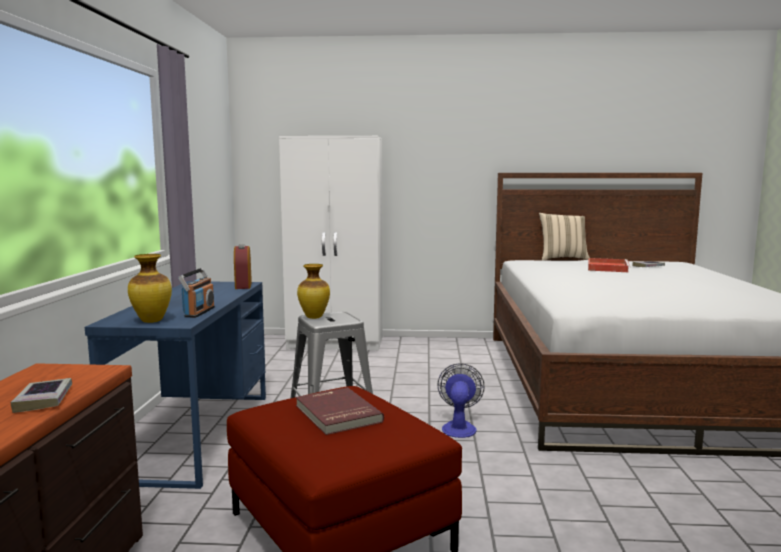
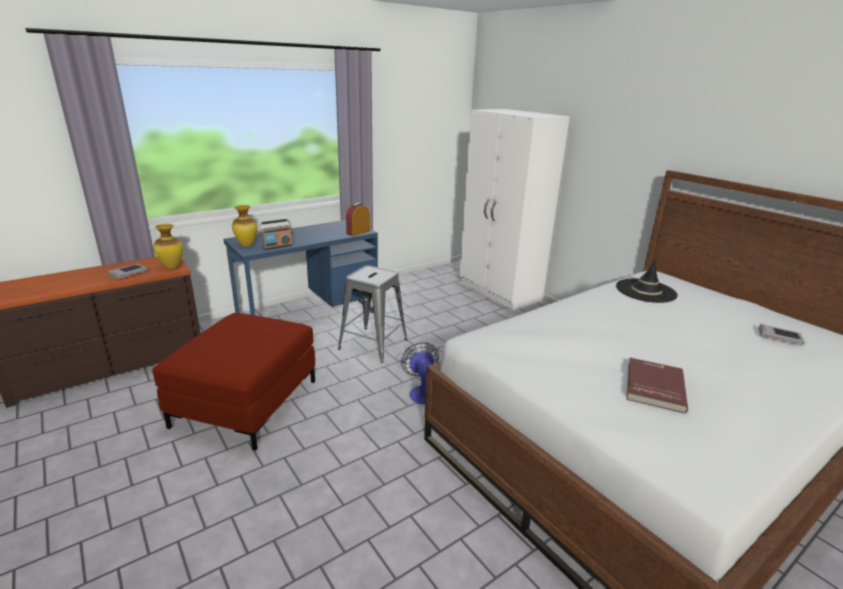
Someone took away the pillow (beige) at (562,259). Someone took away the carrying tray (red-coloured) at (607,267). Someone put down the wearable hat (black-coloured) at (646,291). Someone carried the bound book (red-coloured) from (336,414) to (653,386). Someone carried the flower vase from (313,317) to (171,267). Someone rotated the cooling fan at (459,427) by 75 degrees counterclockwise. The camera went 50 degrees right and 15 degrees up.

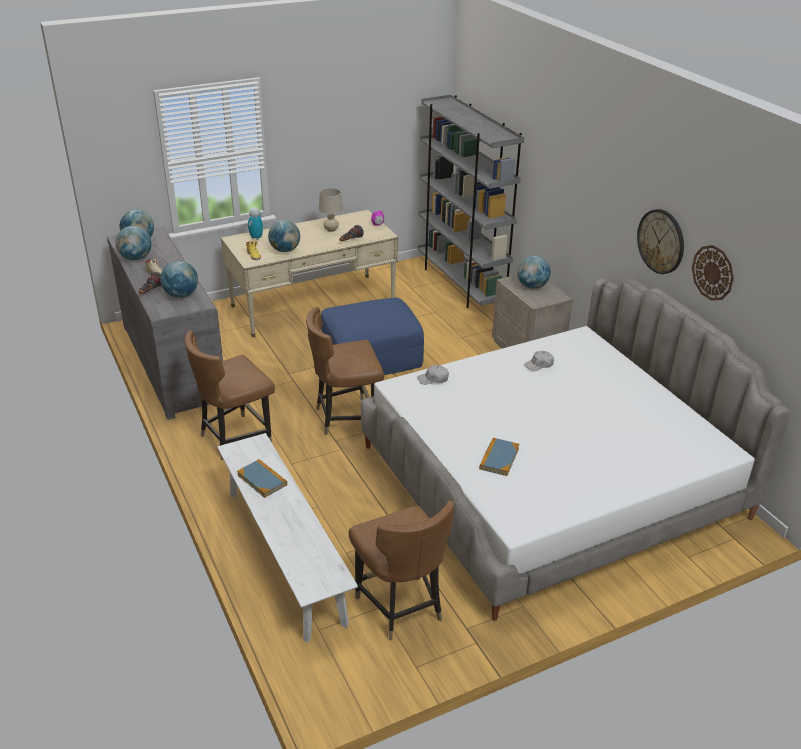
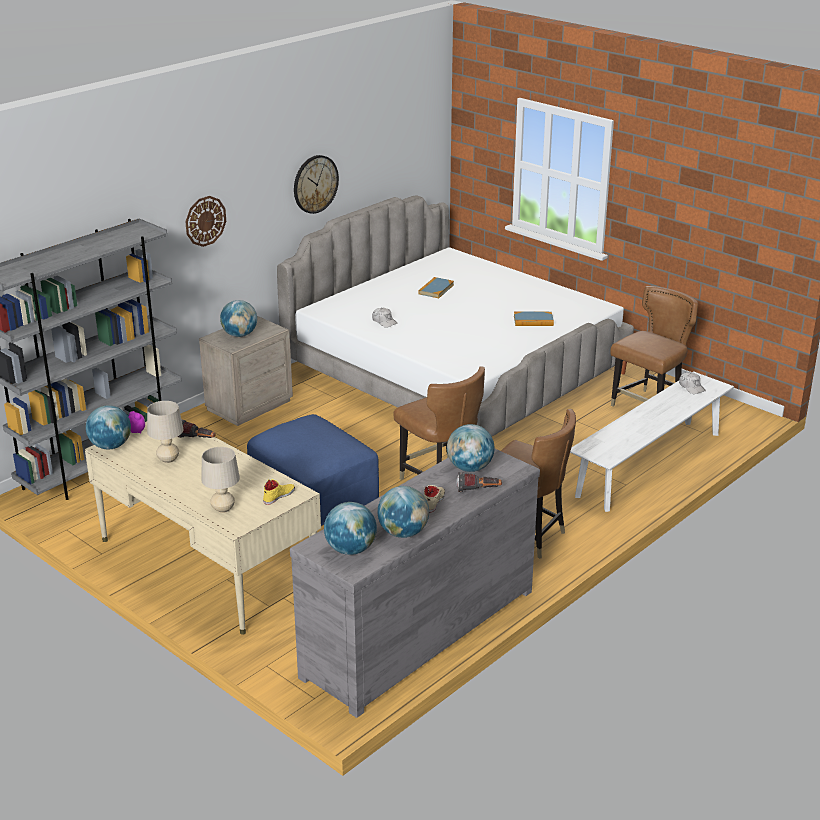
Someone carried the bound book from (262,480) to (436,289). Someone carried the globe from (285,250) to (111,446). Someone carried the baseball cap (white-coloured) from (433,379) to (691,387). Someone carried the hanging clock from (713,272) to (205,221). Someone swapped the model robot at (256,238) for the table lamp (beige) at (223,509). The camera went 110 degrees left and 5 degrees down.

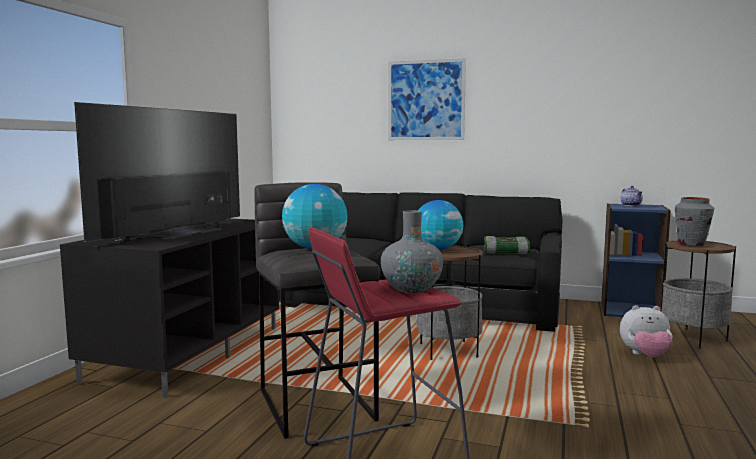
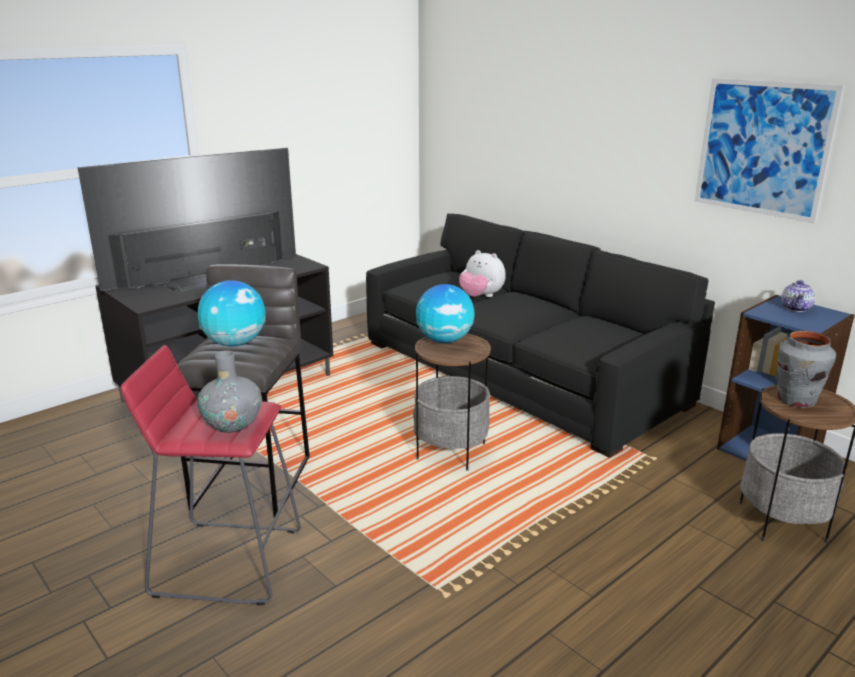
Someone took away the bound book at (505,252). Someone carried the wall art from (426,100) to (763,148). Someone carried the plush toy from (645,356) to (481,297). The camera went 30 degrees right and 15 degrees up.

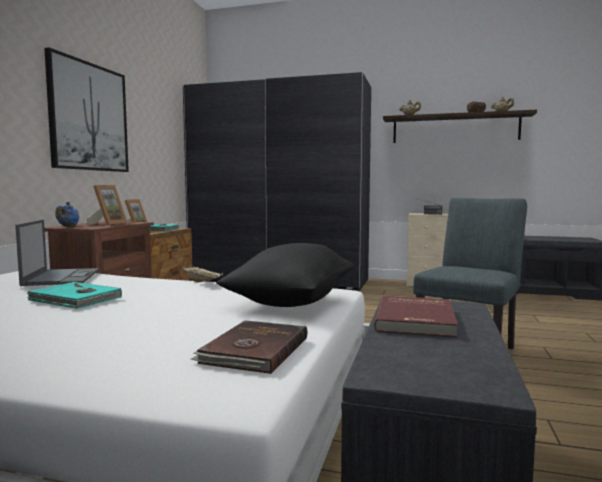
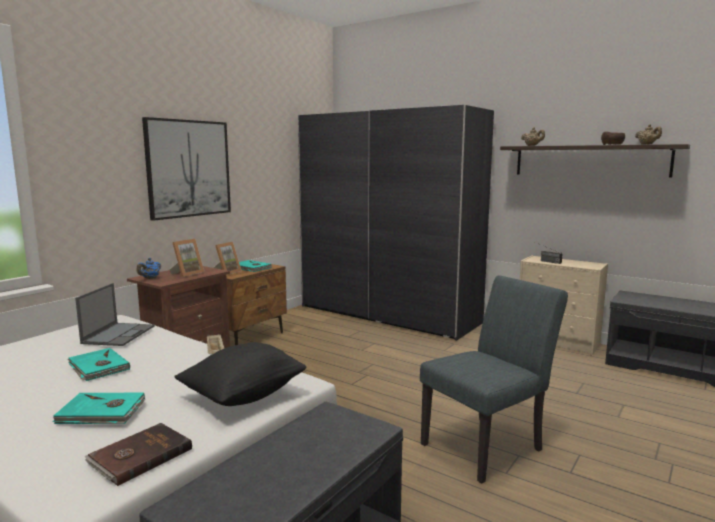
Someone took away the bound book (red-coloured) at (417,320). Someone put down the bound book (turquoise) at (101,412). The camera went 20 degrees right and 5 degrees up.

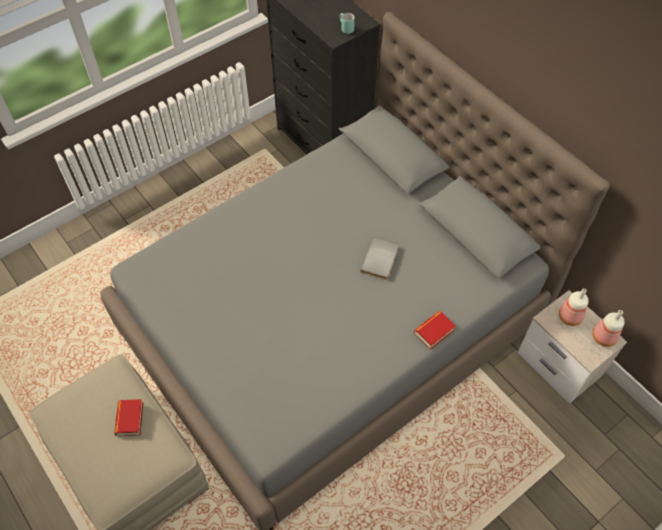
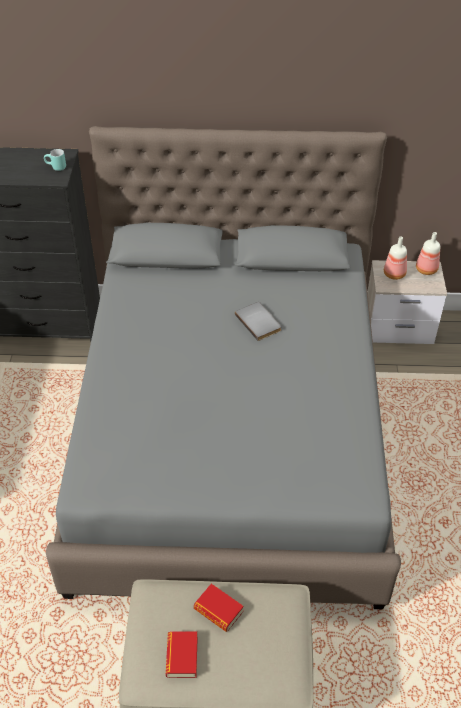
Someone carried the bound book from (434,331) to (182,656). The camera went 50 degrees left and 10 degrees down.

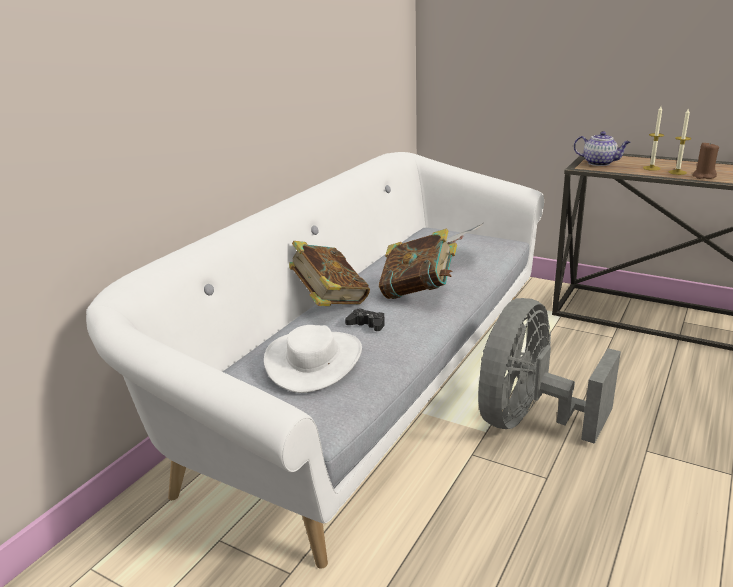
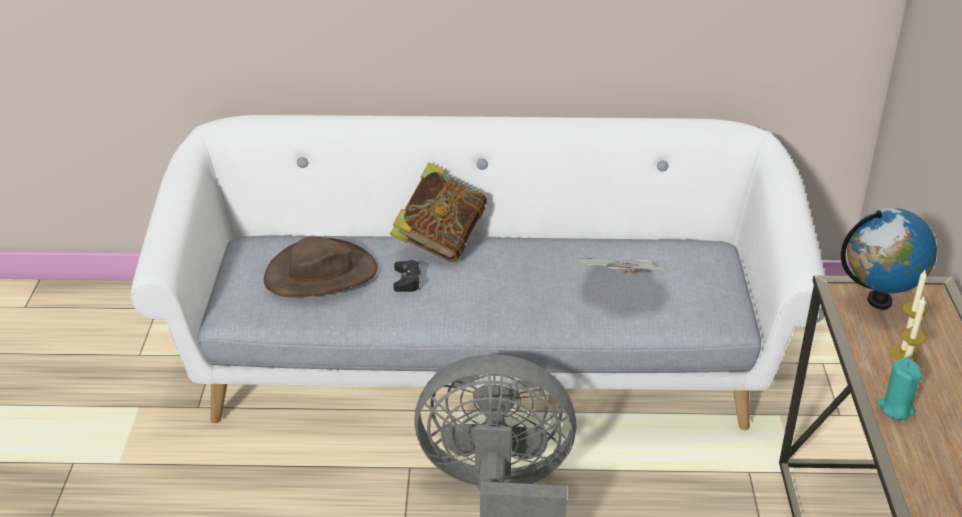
Someone took away the bound book at (418,293). Someone swapped the tea pot at (600,163) for the globe at (879,301). Someone repainted the wearable hat (white-coloured) at (314,361), which became the wearable hat (brown-coloured) at (321,274). Someone repainted the wax light (brown-coloured) at (703,176), which became the wax light (turquoise) at (895,408). The camera went 60 degrees right and 10 degrees up.

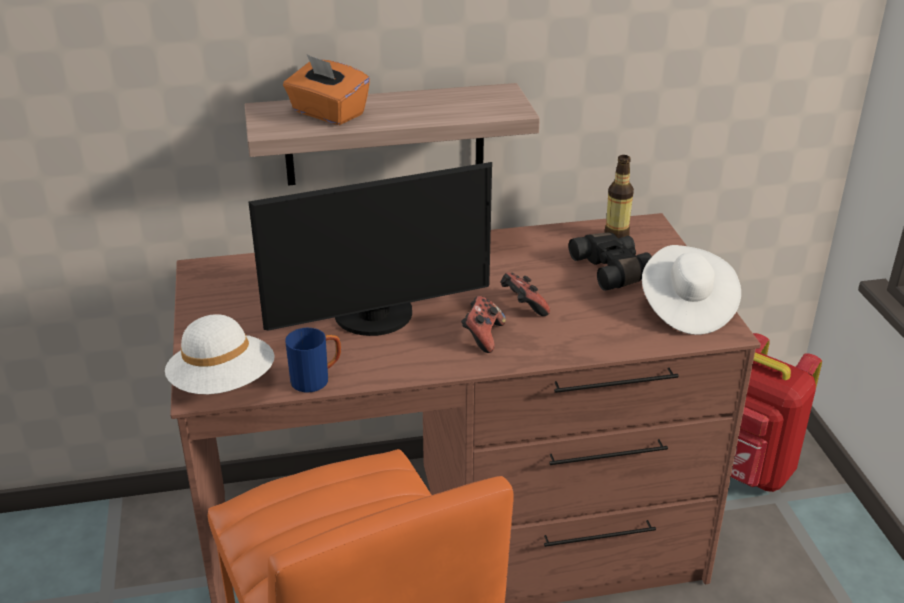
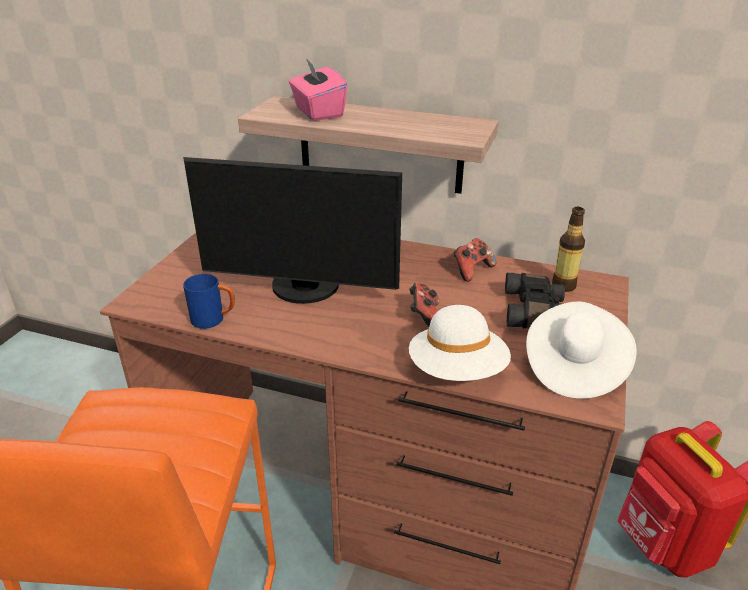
Someone carried the wearable hat (white-coloured) from (223,384) to (457,371). Someone carried the gamepad from (482,337) to (472,270). Someone repainted the tissue holder (orangey) at (327,113), which became the tissue holder (pink-coloured) at (318,112). The camera went 30 degrees right and 0 degrees up.

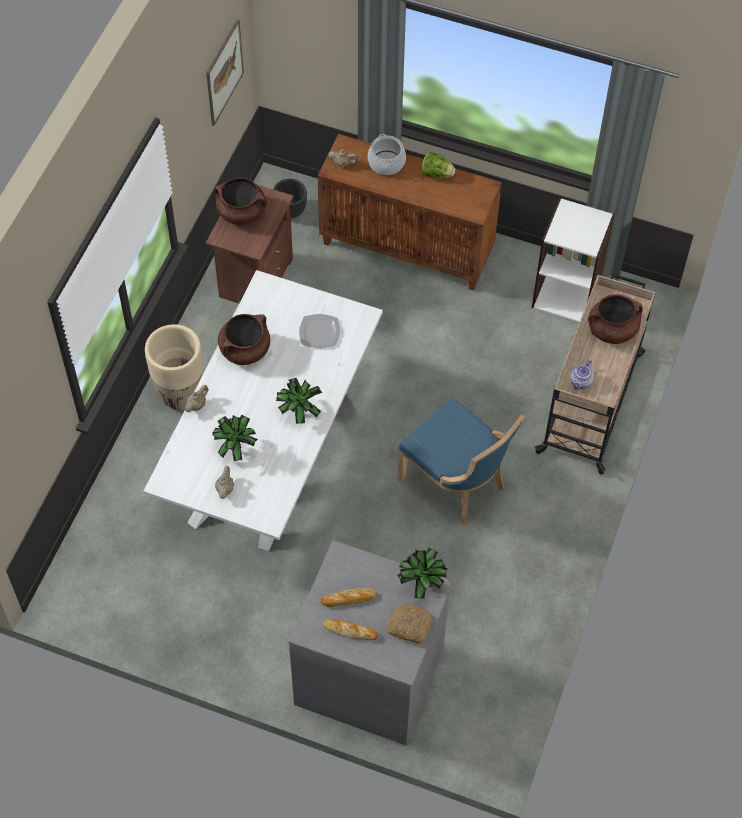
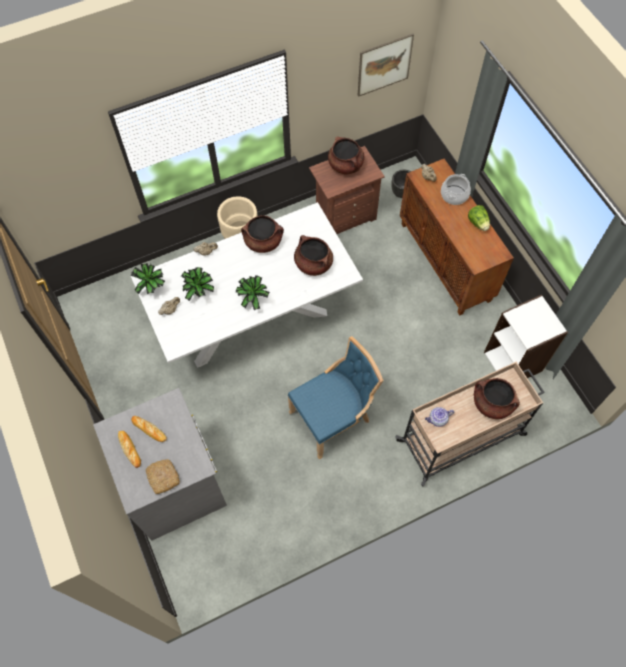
Someone carried the houseplant from (422,584) to (152,289). Someone swapped the dinner plate at (319,333) for the cooking pot (brown-coloured) at (313,264). Someone rotated the plain chair (blue) at (456,483) by 120 degrees counterclockwise. The camera went 45 degrees right and 5 degrees up.

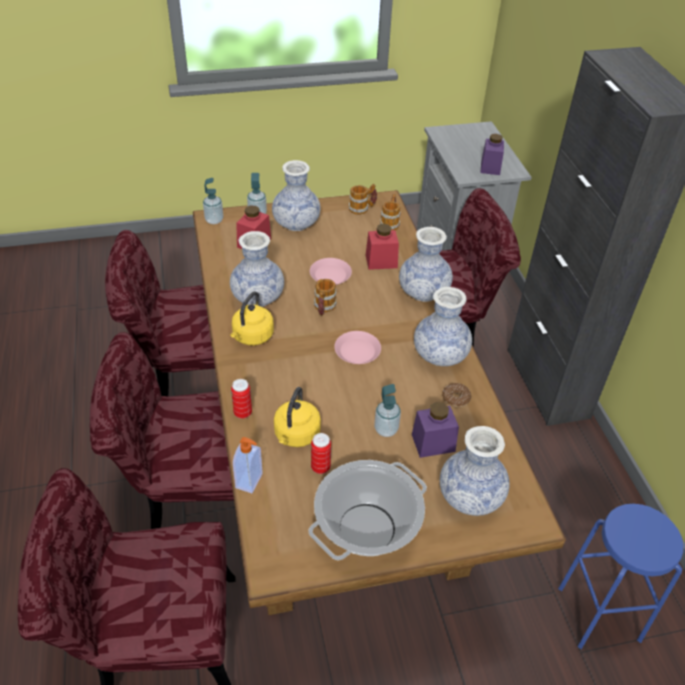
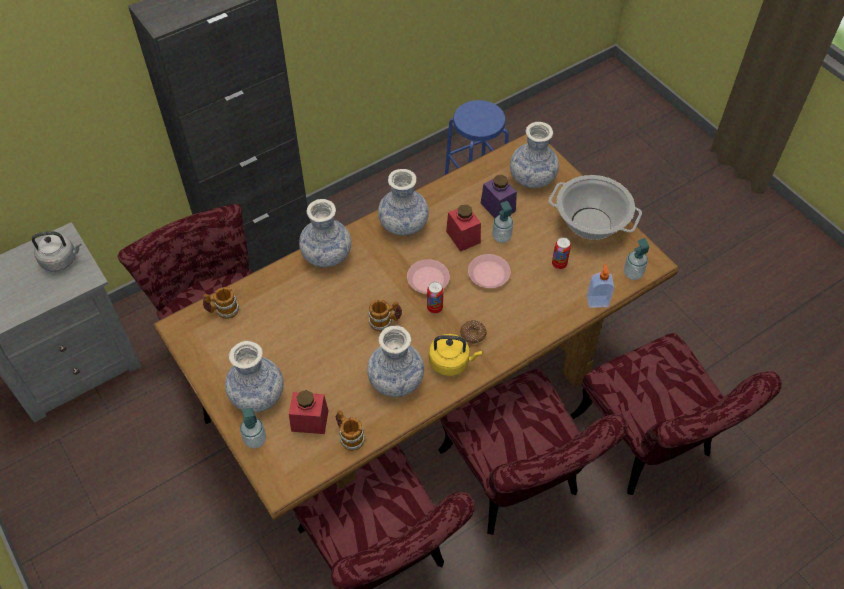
Someone took away the tea kettle (yellow-coloured) at (296,435). Someone carried the liquid soap bottle from (214,220) to (633,273). Someone carried the can from (243,413) to (434,308). Someone carried the dinner plate (pink-coloured) from (330,275) to (488,274). Someone carried the tea mug from (362,208) to (349,436). Someone carried the jar (red-coloured) from (381,261) to (463,237). Someone carried the ring doughnut from (456,398) to (473,334). Someone swapped the jar (purple) at (490,167) for the tea kettle (greyish) at (61,260). The camera went 110 degrees left and 10 degrees up.

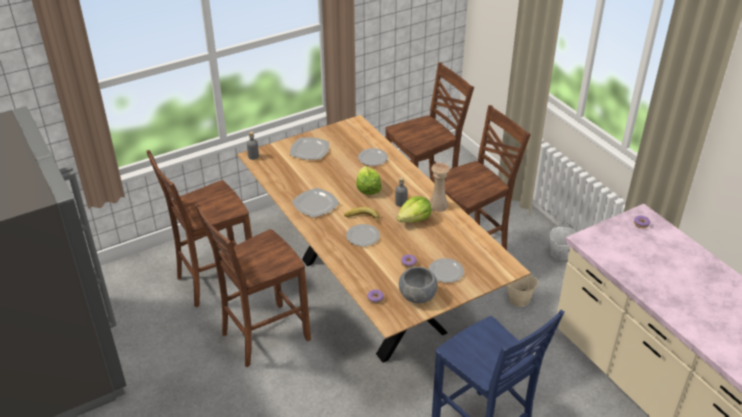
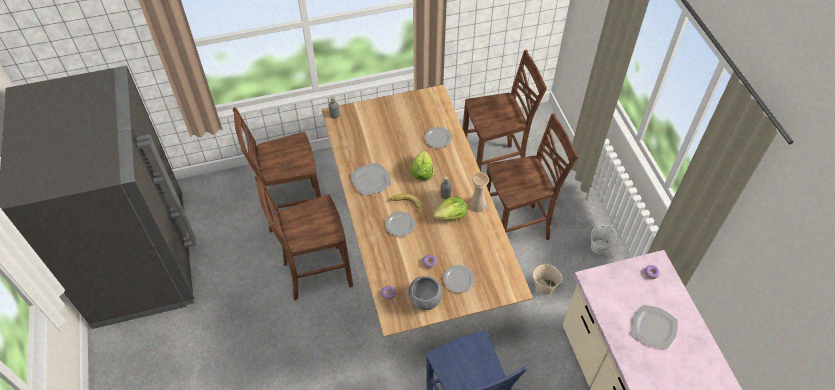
Someone carried the dinner plate from (309,150) to (653,327). The camera went 15 degrees right and 15 degrees up.

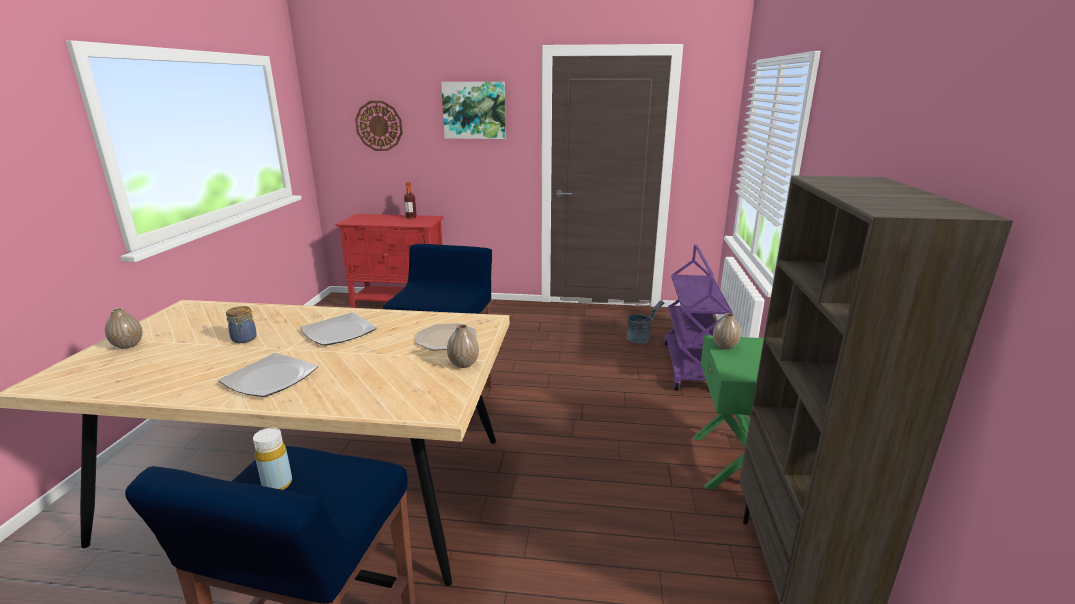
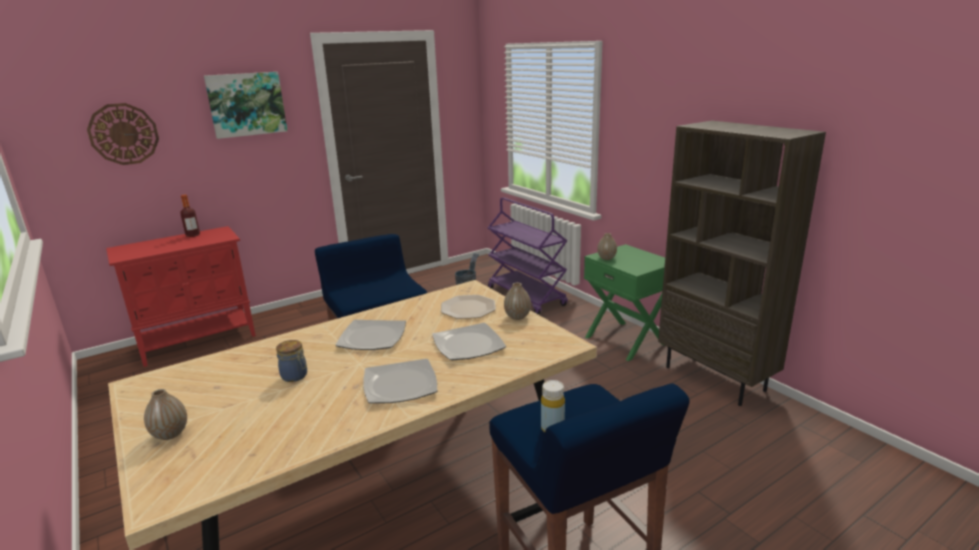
Someone put down the dinner plate at (468,345). The camera went 40 degrees left and 0 degrees up.

